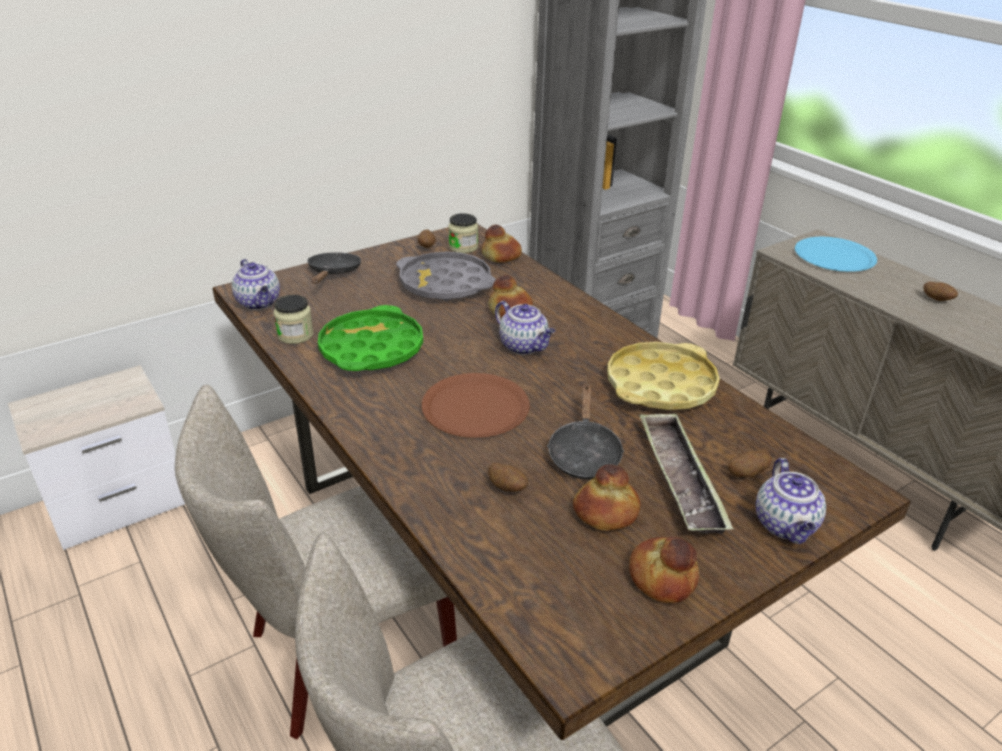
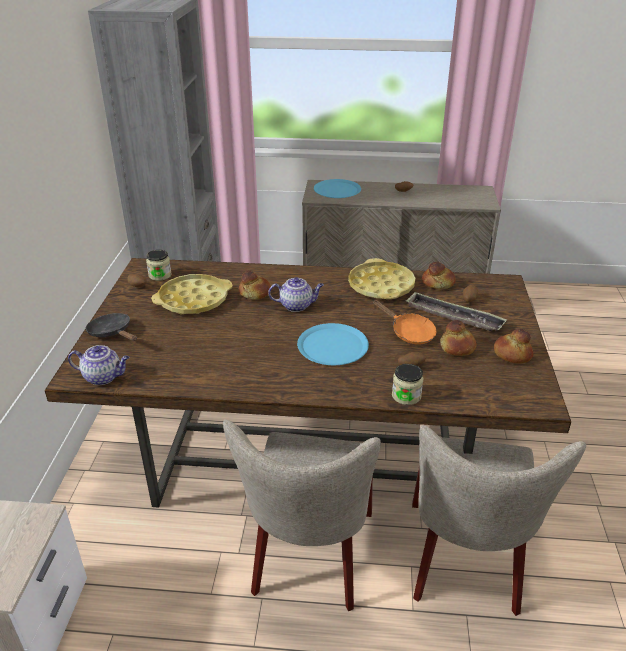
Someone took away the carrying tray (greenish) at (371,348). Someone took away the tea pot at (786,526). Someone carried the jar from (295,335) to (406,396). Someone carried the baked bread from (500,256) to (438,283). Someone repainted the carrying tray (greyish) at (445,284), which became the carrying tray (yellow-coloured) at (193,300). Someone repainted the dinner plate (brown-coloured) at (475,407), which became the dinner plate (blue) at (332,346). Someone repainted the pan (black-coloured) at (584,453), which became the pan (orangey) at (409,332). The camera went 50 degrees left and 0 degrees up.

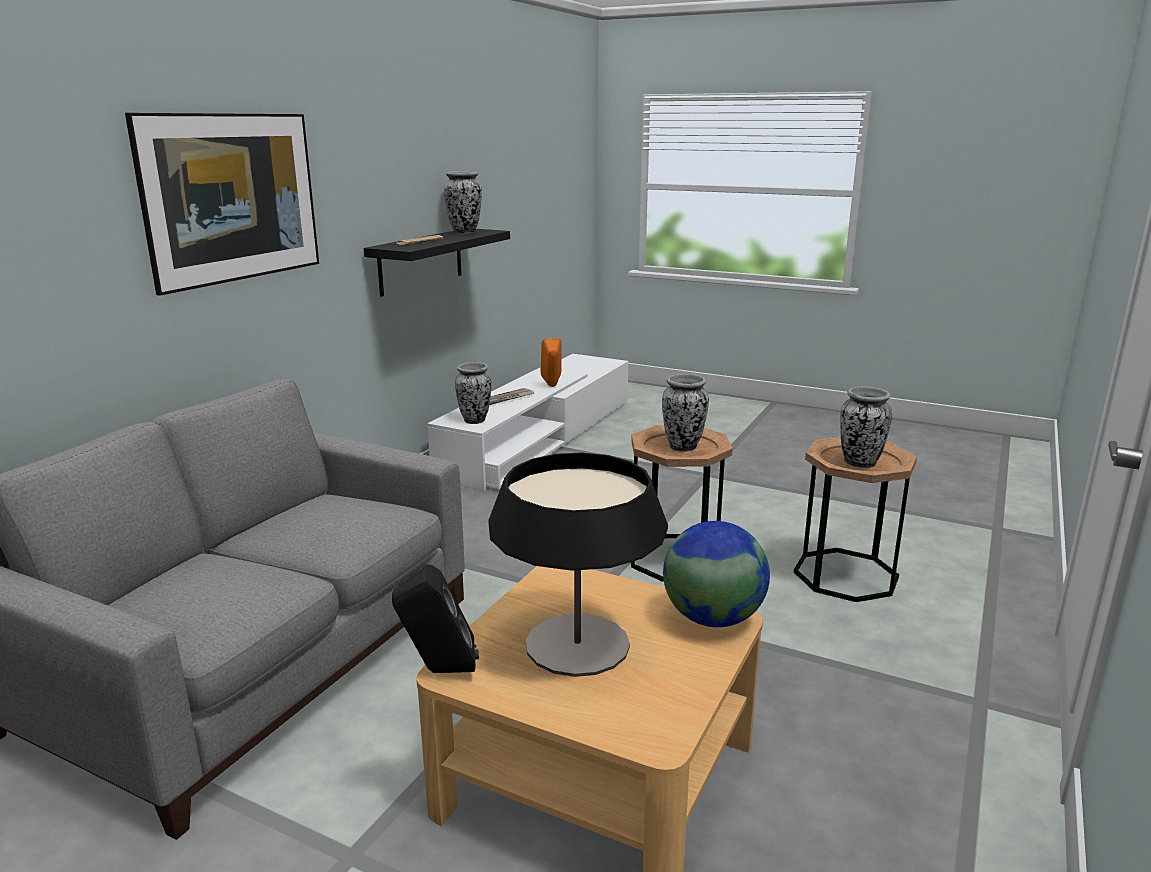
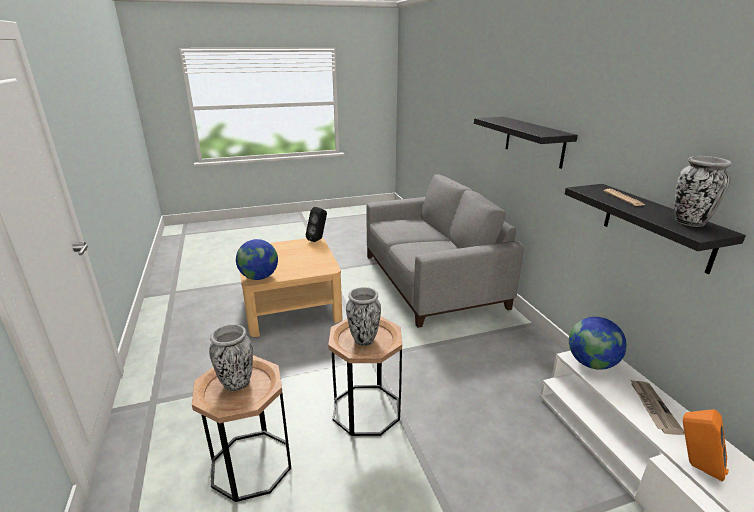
Someone took away the table lamp at (577,644). Someone swapped the wall art at (238,238) for the bracket shelf (black-coloured) at (534,141). Someone swapped the flower vase at (475,420) for the globe at (591,363). The camera went 135 degrees right and 5 degrees up.

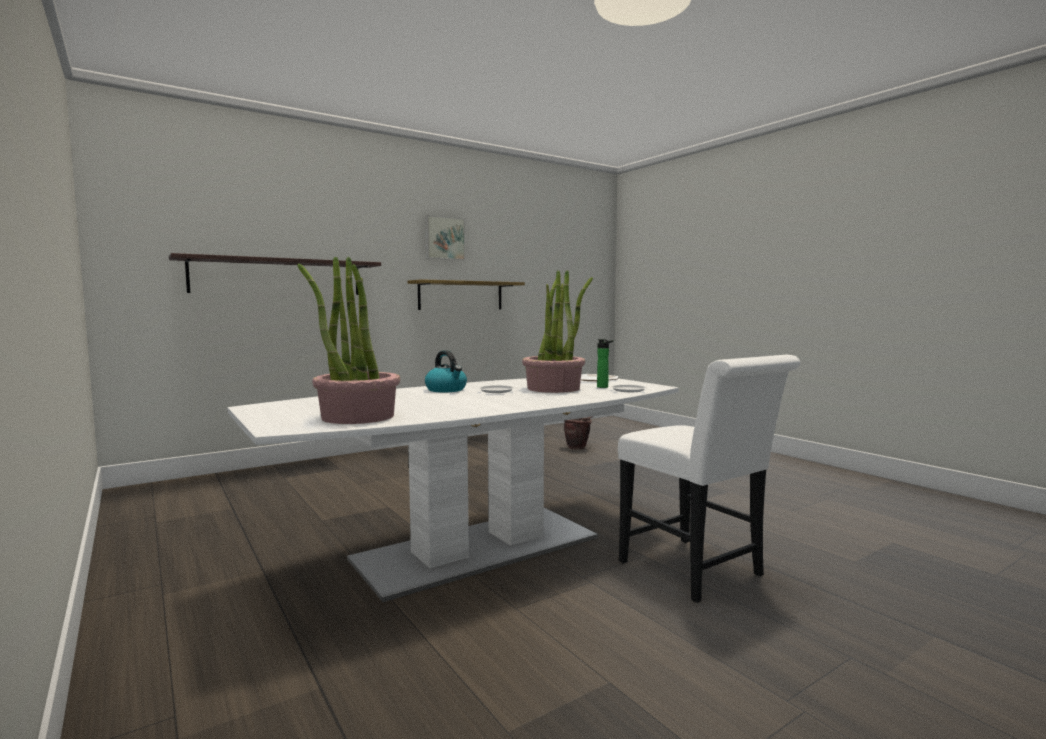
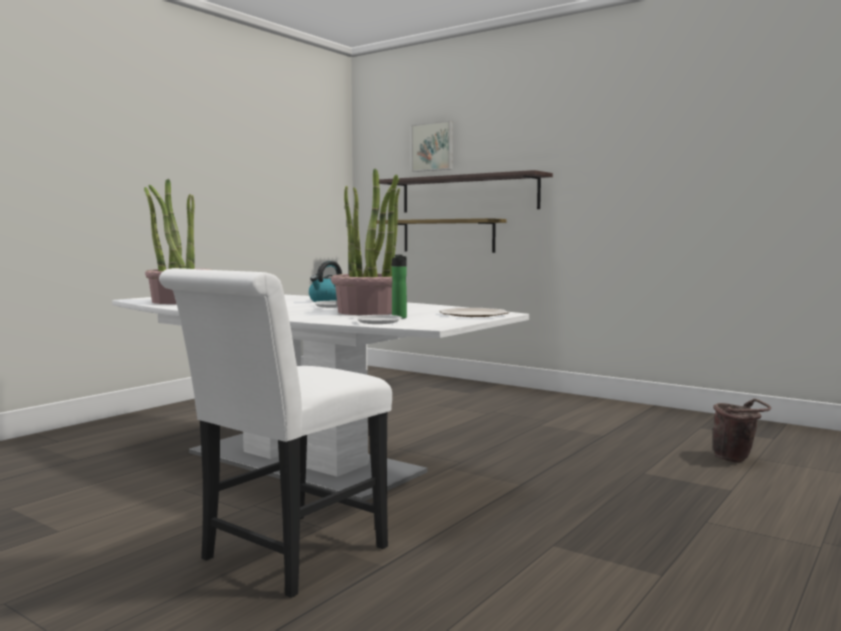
Someone carried the bracket shelf from (461,295) to (448,236). Someone carried the wall art from (444,238) to (433,147). The camera went 70 degrees right and 0 degrees up.

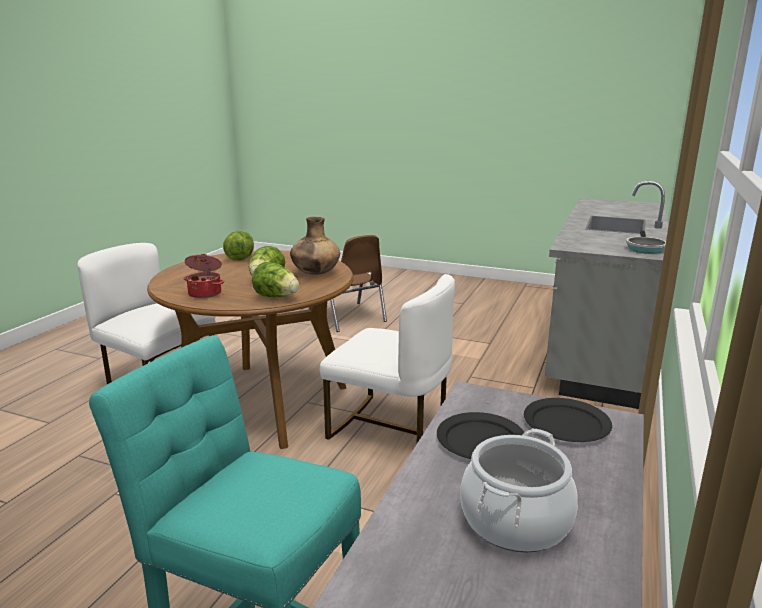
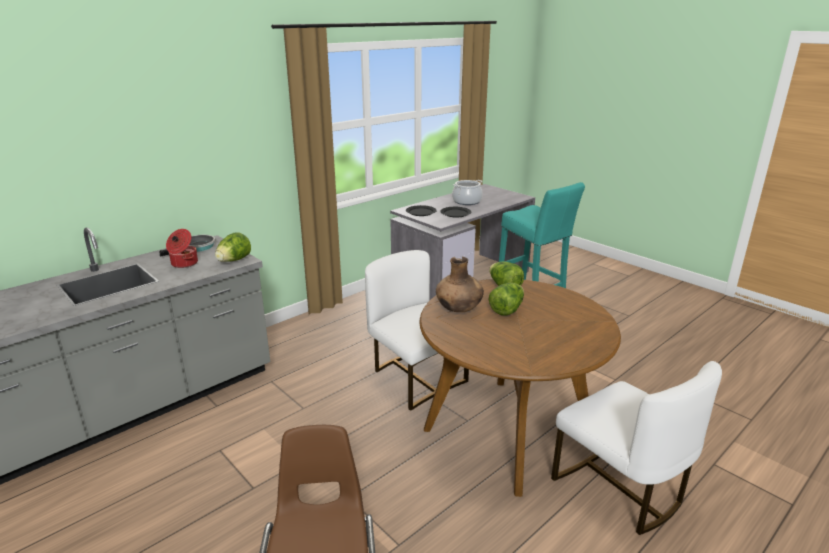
Someone carried the cooking pot from (205,293) to (184,263). Someone carried the lettuce from (240,257) to (234,260). The camera went 155 degrees left and 5 degrees up.

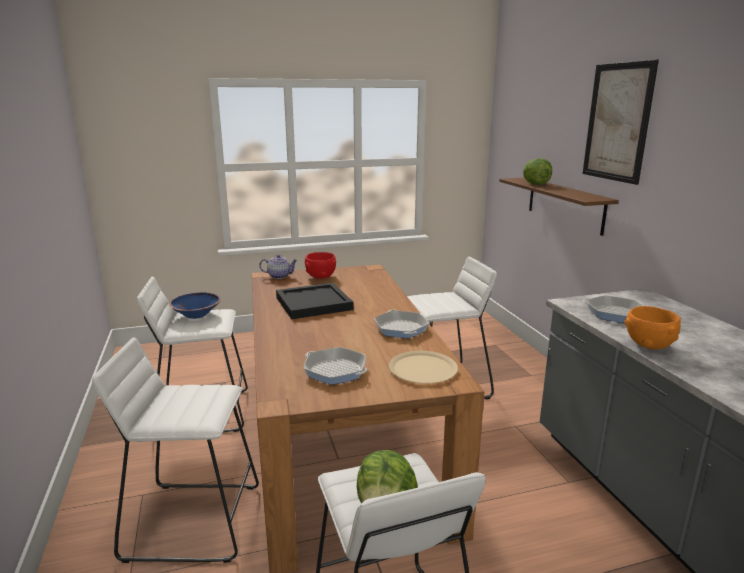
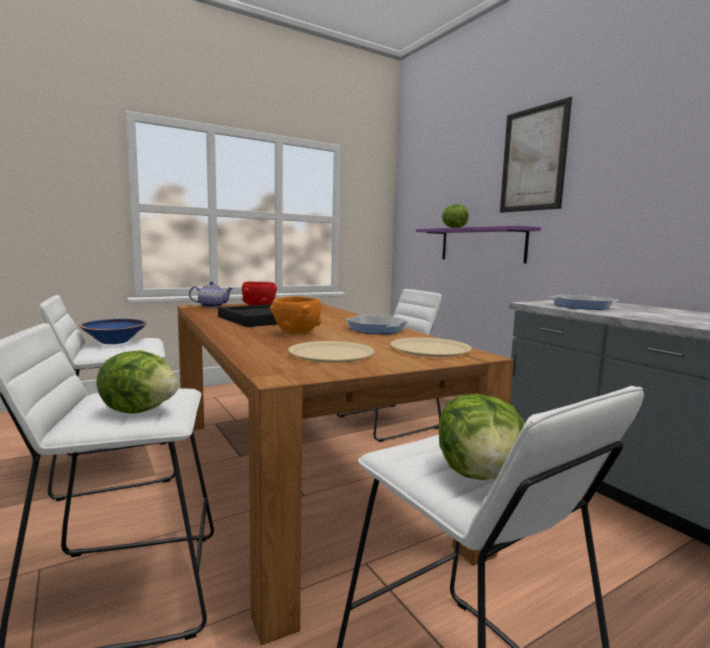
Someone put down the lettuce at (140,410). Someone carried the serving bowl (orangey) from (648,345) to (296,333). Someone swapped the pan at (335,370) for the dinner plate (beige) at (331,353). Someone repainted the bracket shelf (brown-coloured) at (565,204), which became the bracket shelf (purple) at (481,245). The camera went 15 degrees left and 10 degrees down.

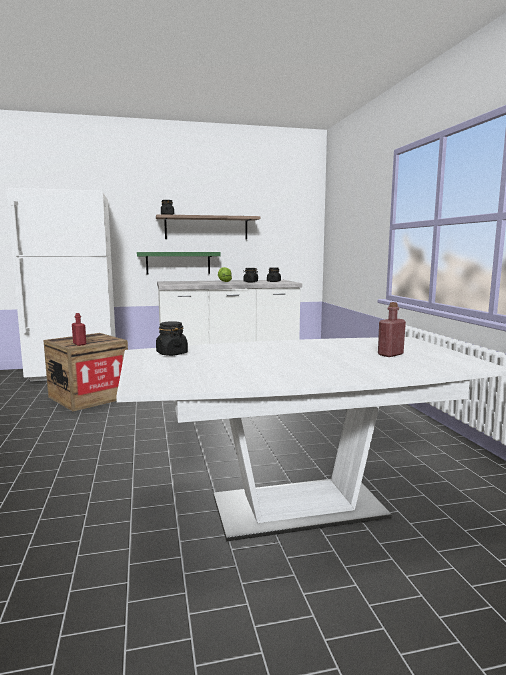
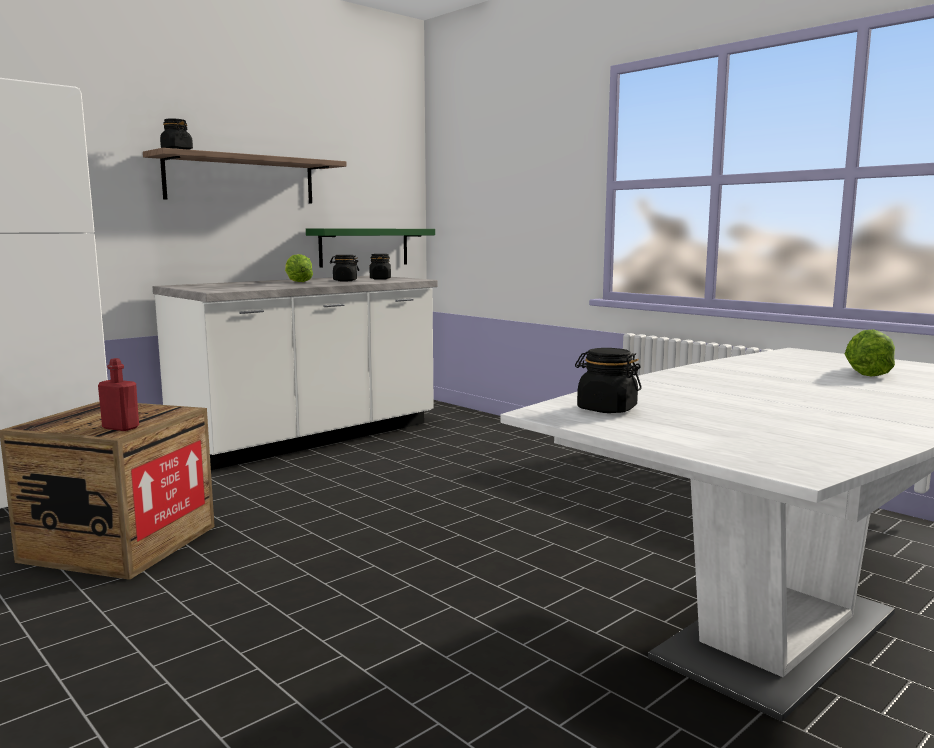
Someone carried the bracket shelf (greenish) from (178,263) to (364,247). Someone swapped the bottle (red-coloured) at (390,354) for the lettuce at (866,372). The camera went 30 degrees left and 0 degrees up.

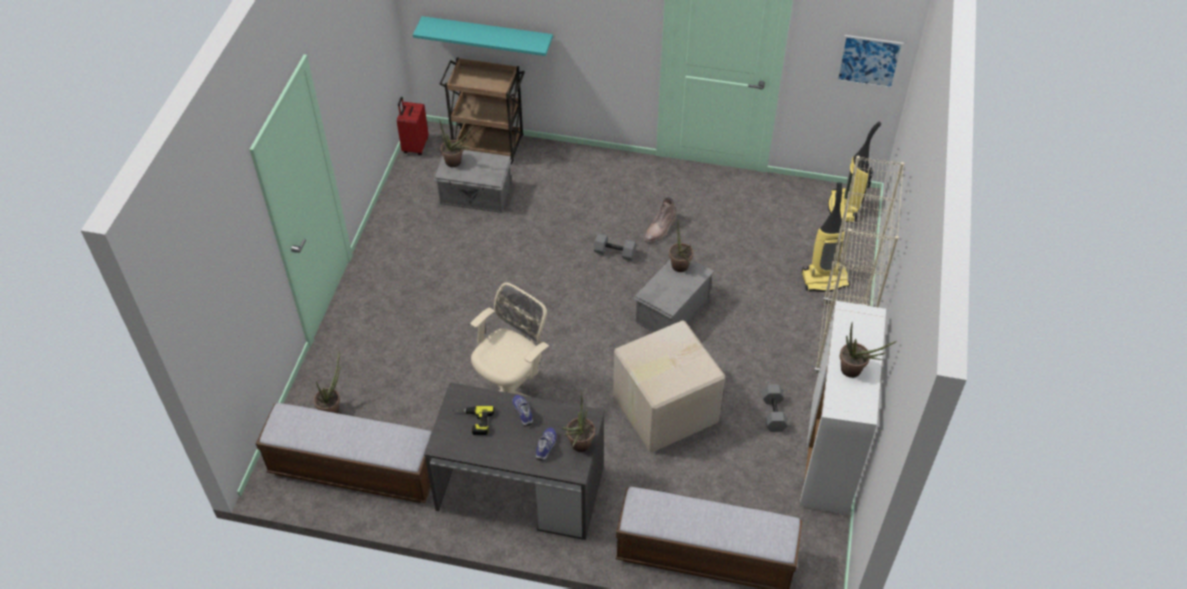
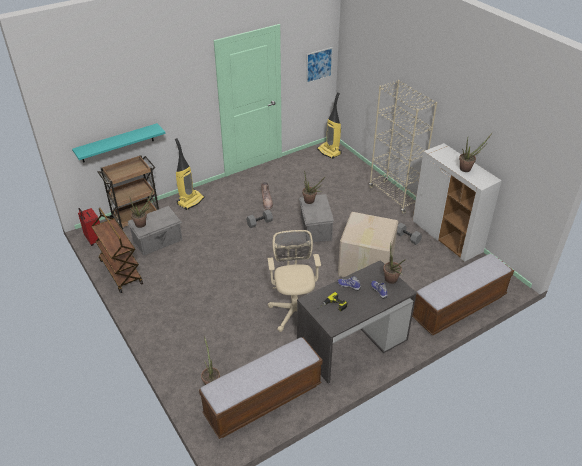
Someone put down the cart (brown-coloured) at (120,271). Someone carried the vacuum from (825,279) to (190,201). The camera went 45 degrees left and 10 degrees down.

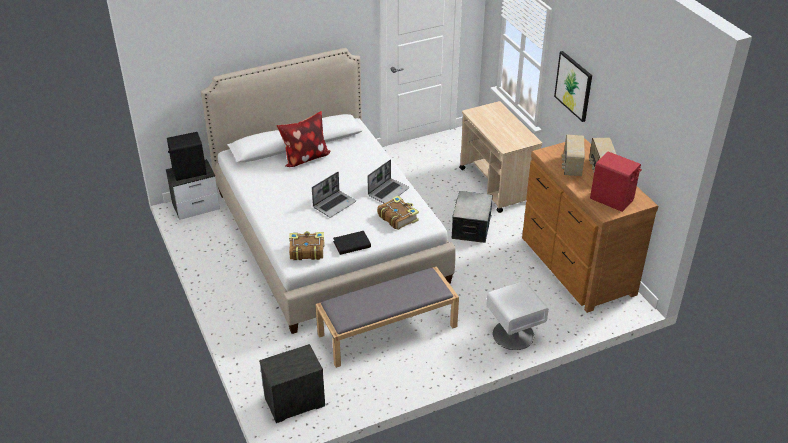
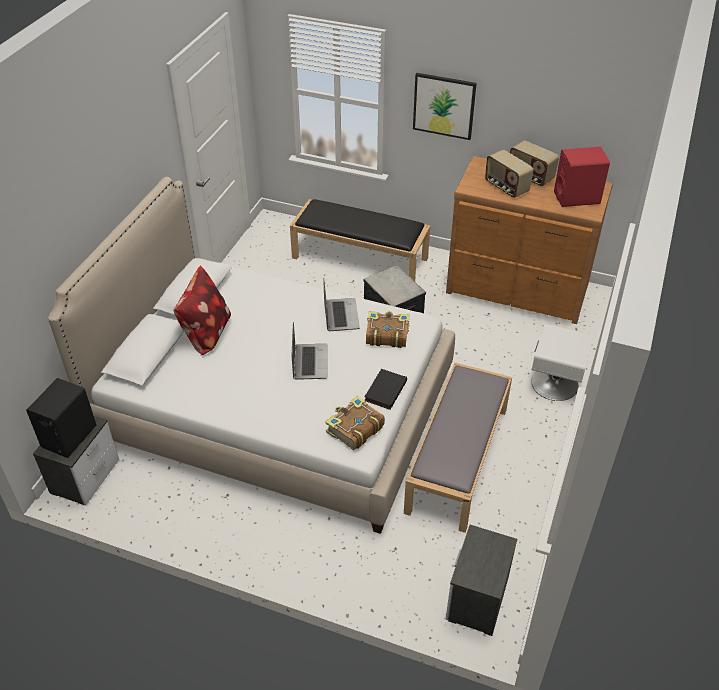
Someone swapped the cart (beige) at (496,185) for the long seat (black-coloured) at (361,258). The camera went 45 degrees left and 5 degrees up.

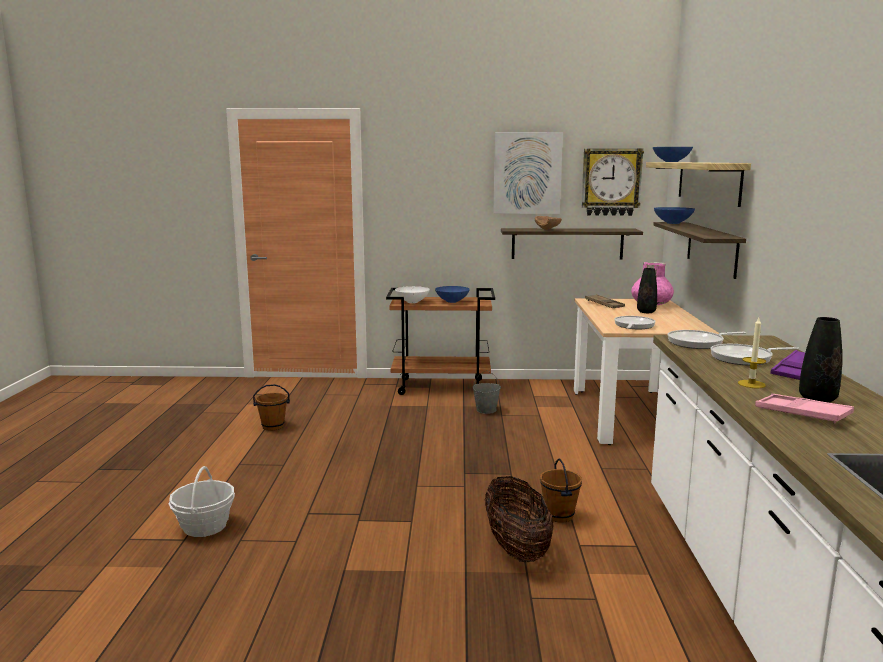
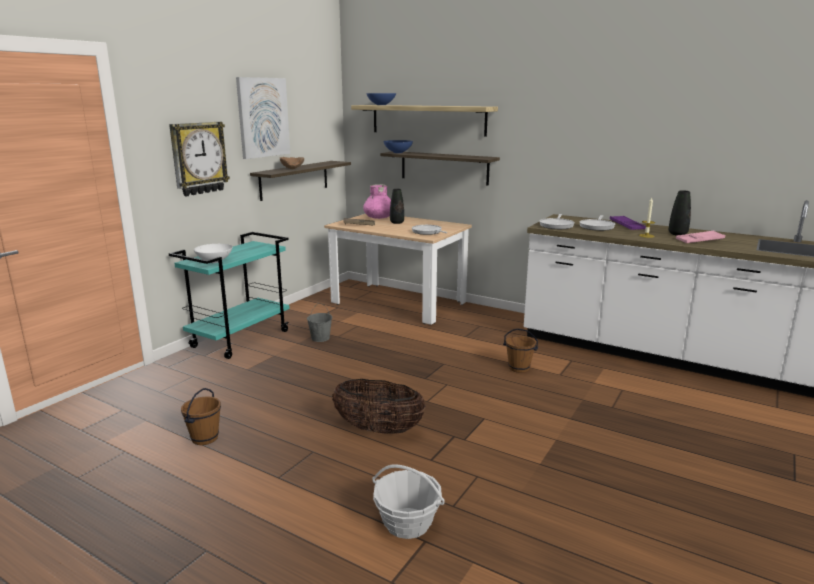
Someone took away the serving bowl (blue) at (452,301). Someone carried the household basket from (516,548) to (378,429). Someone carried the hanging clock from (611,182) to (198,158). Someone repainted the cart (brown-coloured) at (442,387), which became the cart (turquoise) at (241,338). The camera went 60 degrees left and 5 degrees up.

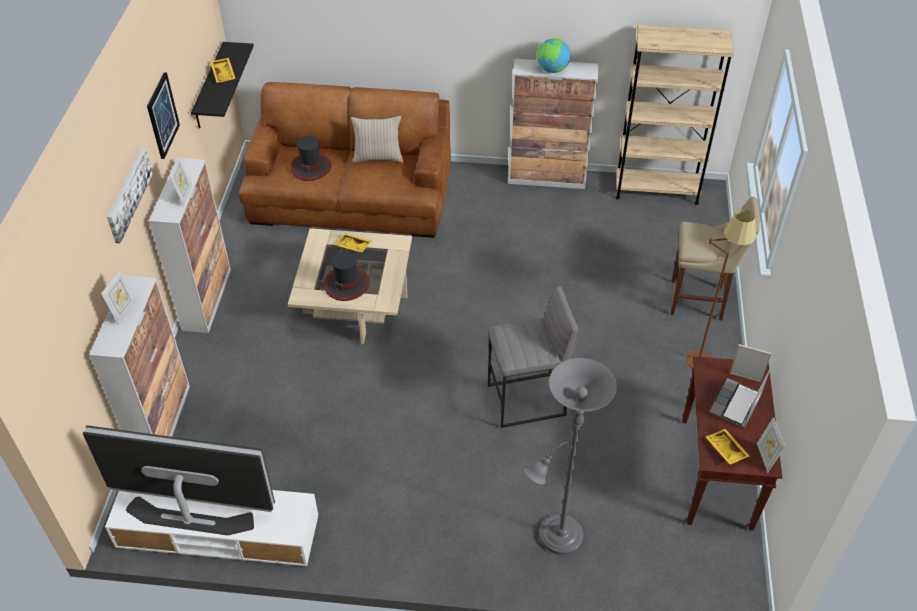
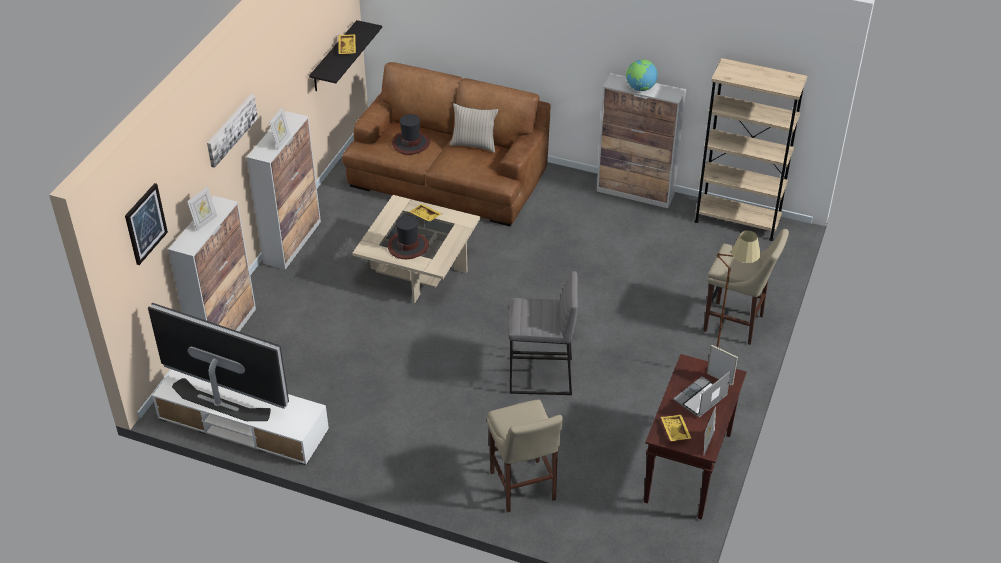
Someone carried the wall art from (162,115) to (145,223). Someone swapped the floor lamp (greyish) at (556,538) for the stool seat (beige) at (523,488). The camera went 15 degrees right and 5 degrees down.

